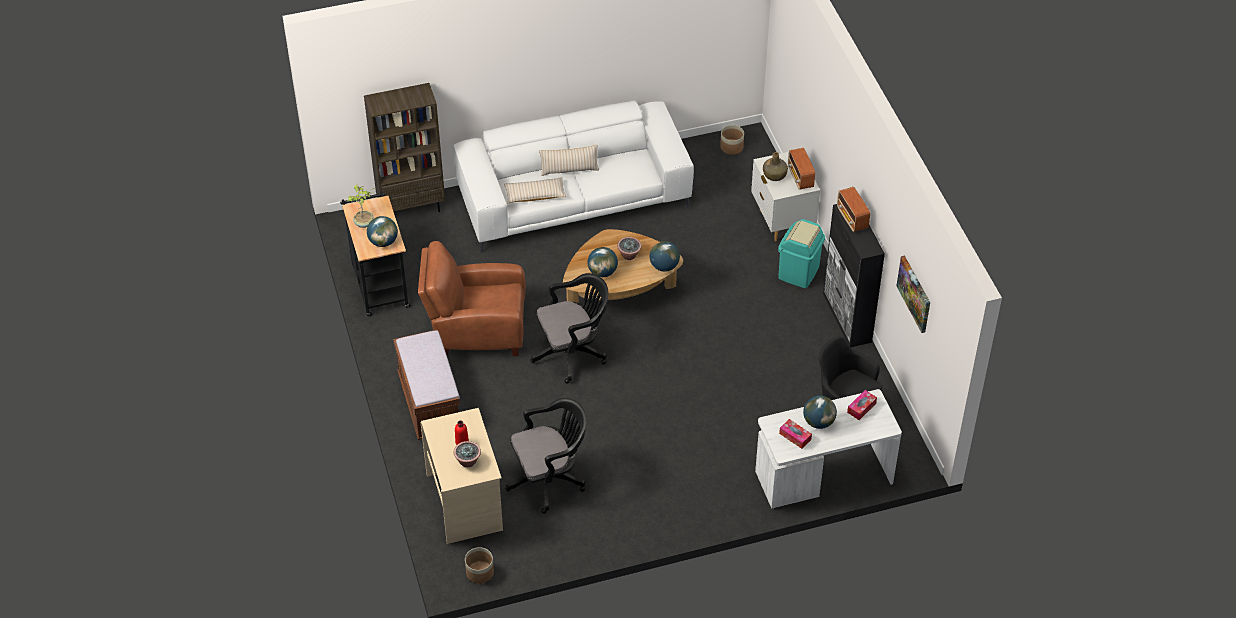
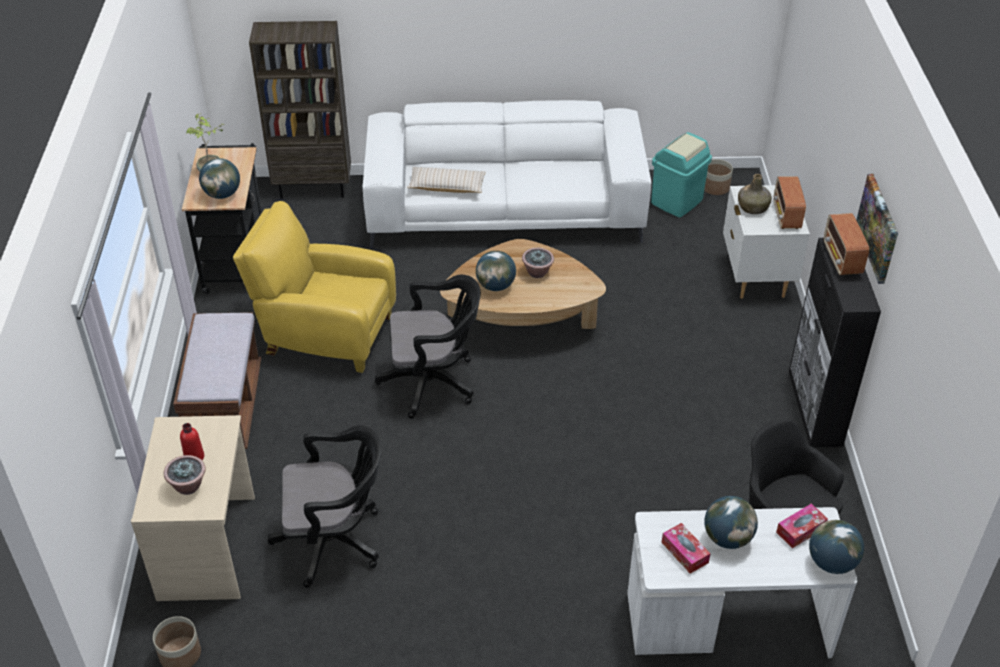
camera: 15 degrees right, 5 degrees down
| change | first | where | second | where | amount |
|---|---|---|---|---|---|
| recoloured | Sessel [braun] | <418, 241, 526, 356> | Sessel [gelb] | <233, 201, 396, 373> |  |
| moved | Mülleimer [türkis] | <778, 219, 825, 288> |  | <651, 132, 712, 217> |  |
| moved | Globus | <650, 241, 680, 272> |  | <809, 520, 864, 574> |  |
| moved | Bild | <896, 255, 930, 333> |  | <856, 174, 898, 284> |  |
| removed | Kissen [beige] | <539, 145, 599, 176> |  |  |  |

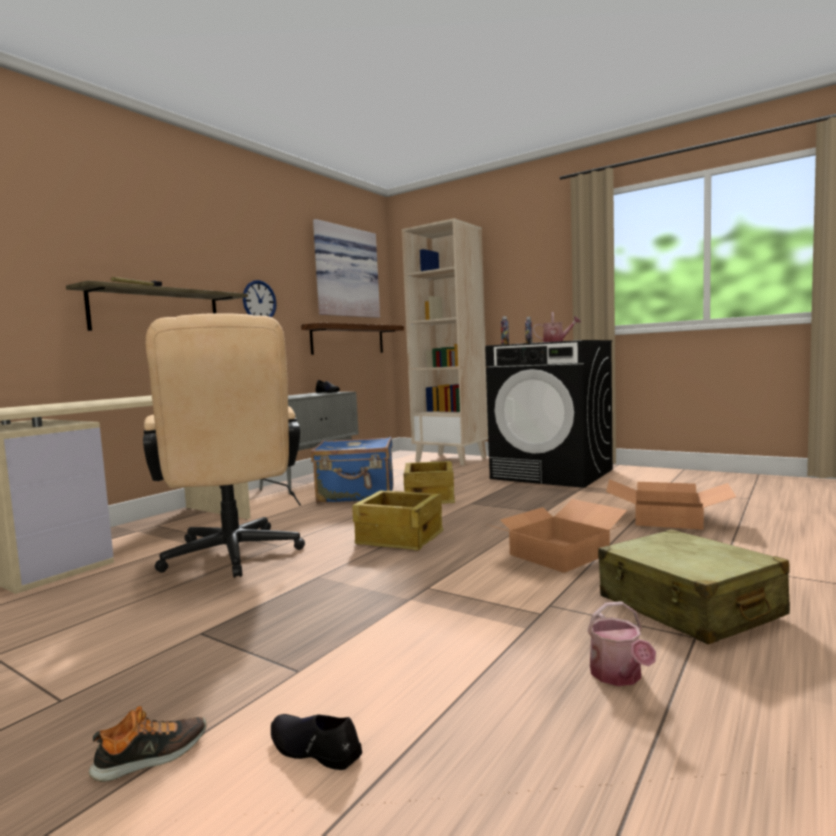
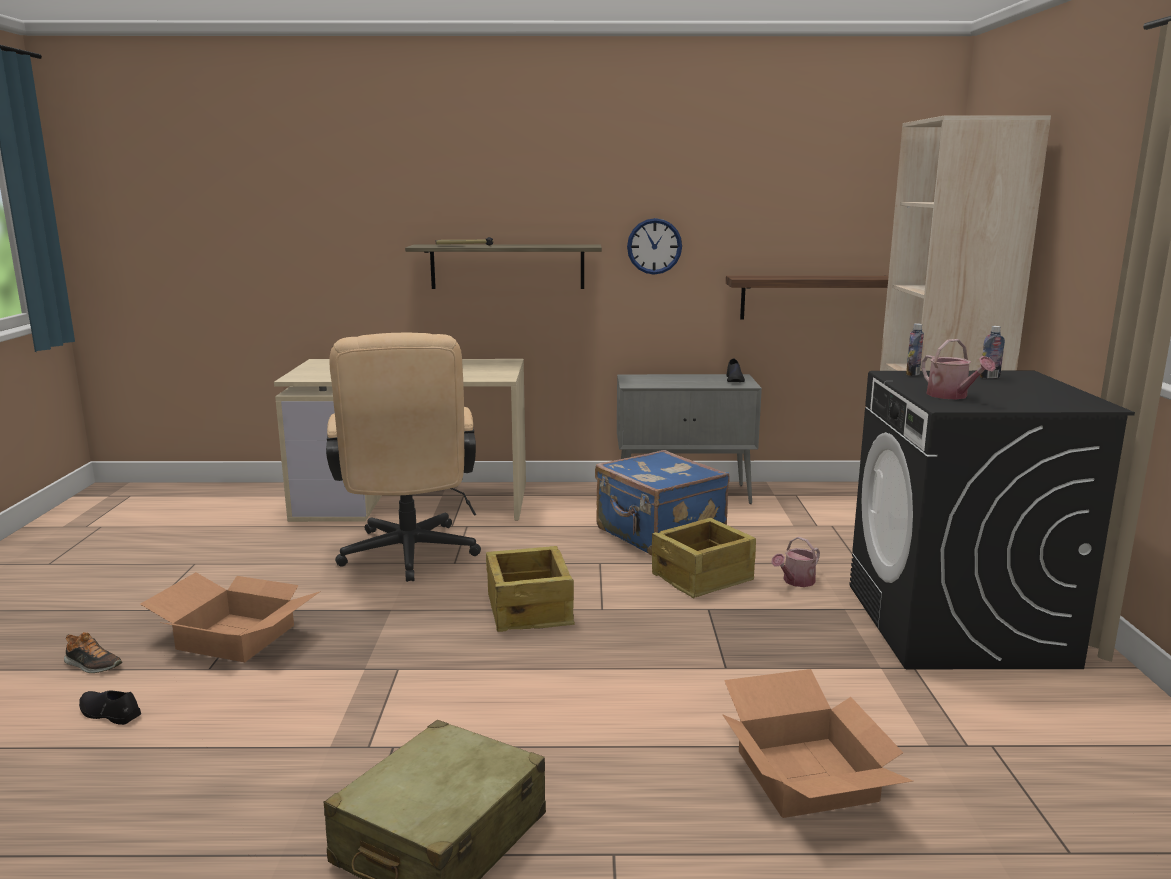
camera: 55 degrees right, 10 degrees up
| change | first | where | second | where | amount |
|---|---|---|---|---|---|
| turned | Schuh [schwarz] | <271, 714, 362, 770> |  | <79, 690, 141, 725> | 60 degrees counterclockwise |
| moved | Karton | <489, 499, 628, 573> |  | <140, 572, 321, 662> |  |
| turned | Bürostuhl [beige] | <143, 313, 305, 578> |  | <326, 333, 481, 582> | 45 degrees counterclockwise |
| moved | Gießkanne | <587, 601, 656, 686> |  | <771, 537, 820, 587> |  |
| removed | Bild | <313, 219, 380, 318> |  |  |  |

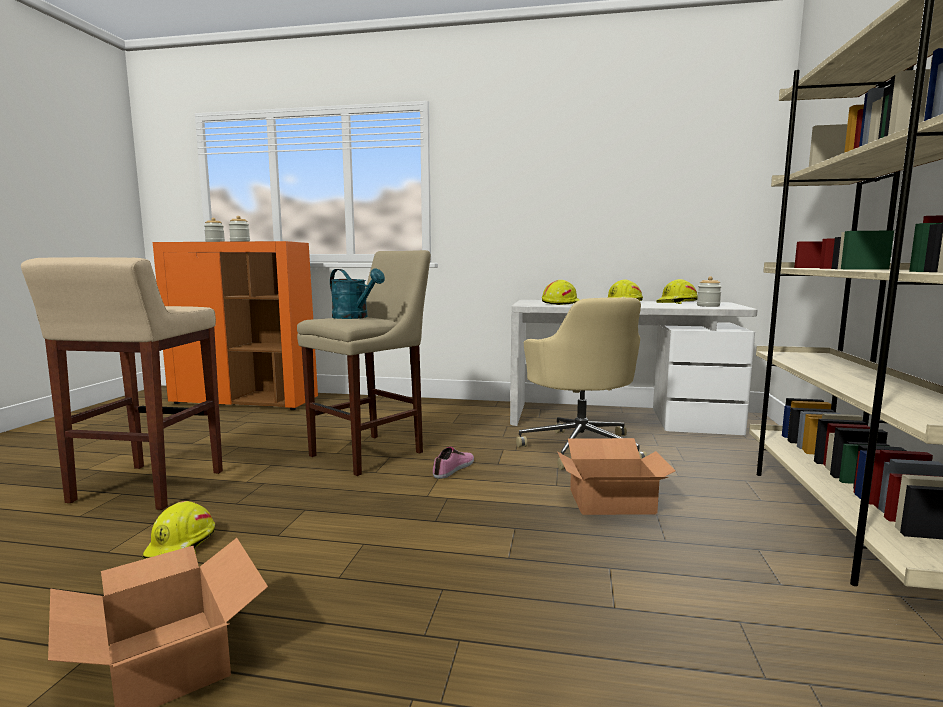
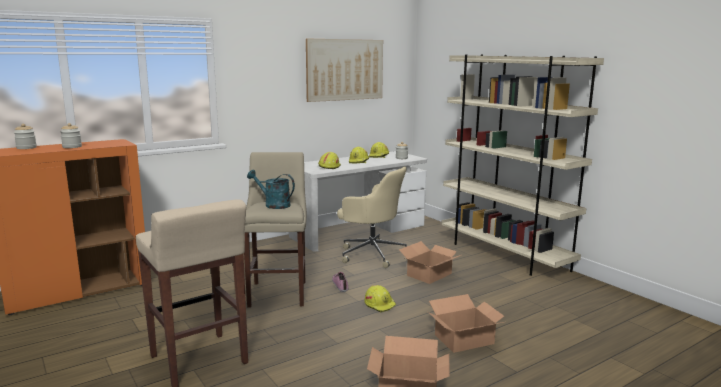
camera: 45 degrees left, 5 degrees up
| change | first | where | second | where | amount |
|---|---|---|---|---|---|
| turned | Gießkanne [türkis] | <330, 268, 385, 319> |  | <247, 170, 295, 209> | 150 degrees counterclockwise |
| added |  |  | Bild | <306, 39, 383, 102> |  |
| moved | Schutzhelm [gelb] | <142, 501, 215, 559> |  | <364, 285, 396, 312> |  |
| added |  |  | Karton | <428, 294, 504, 353> |  |

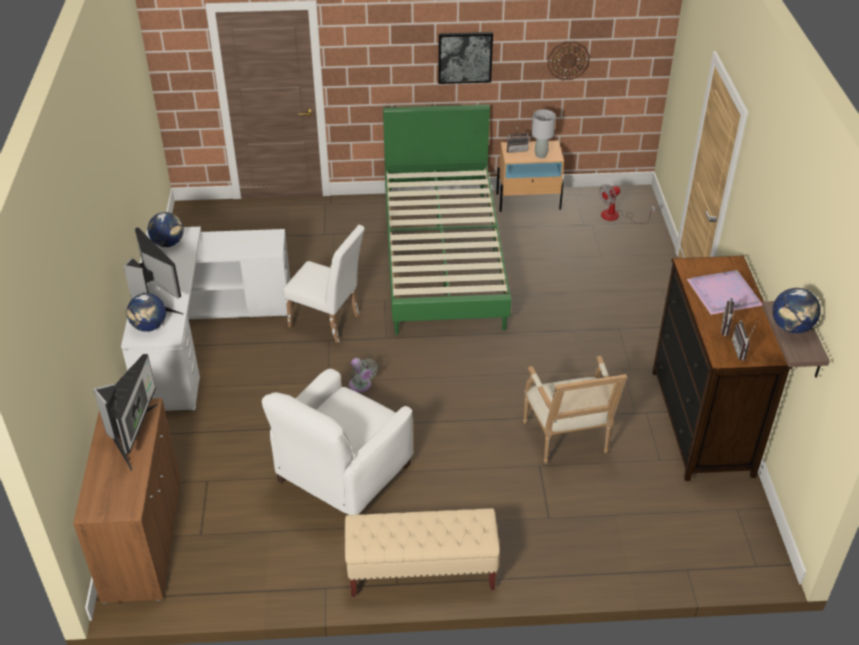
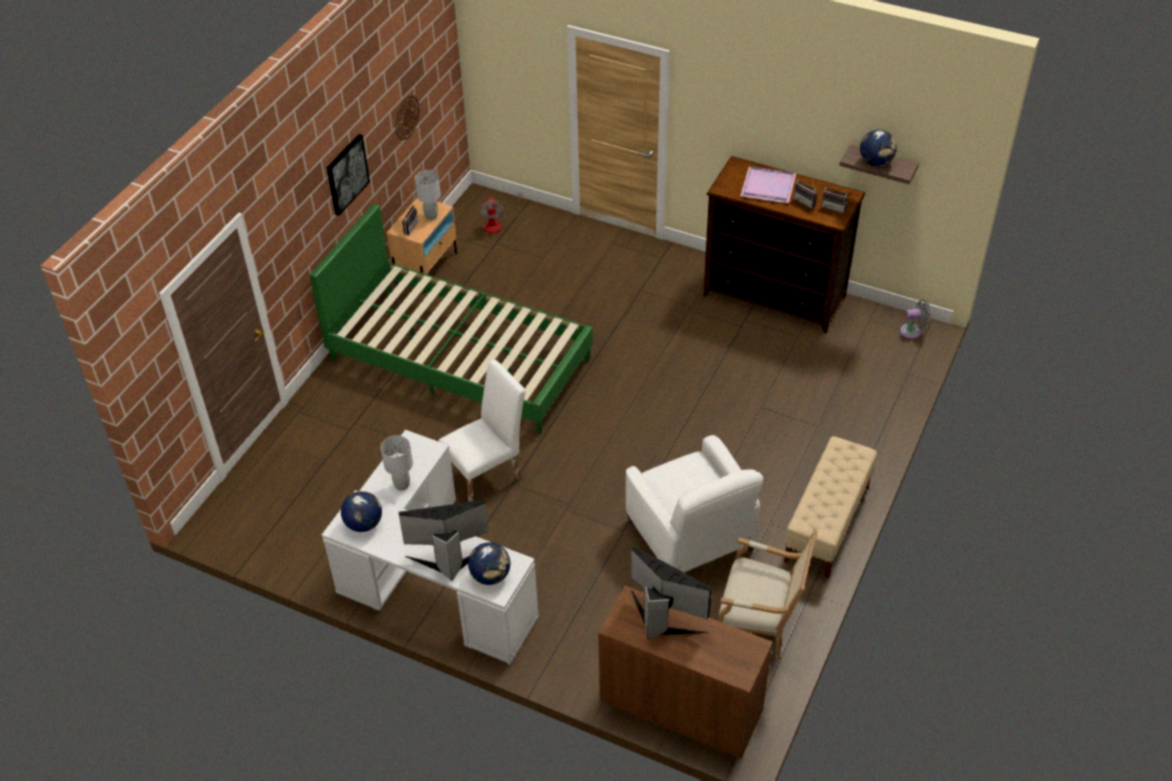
camera: 60 degrees left, 5 degrees up
| change | first | where | second | where | amount |
|---|---|---|---|---|---|
| added |  |  | Tischlampe [grau] | <381, 435, 413, 491> |  |
| moved | Sessel | <523, 356, 627, 464> |  | <718, 530, 818, 660> |  |
| moved | Ventilator [grau] | <349, 358, 378, 393> |  | <900, 299, 931, 339> |  |

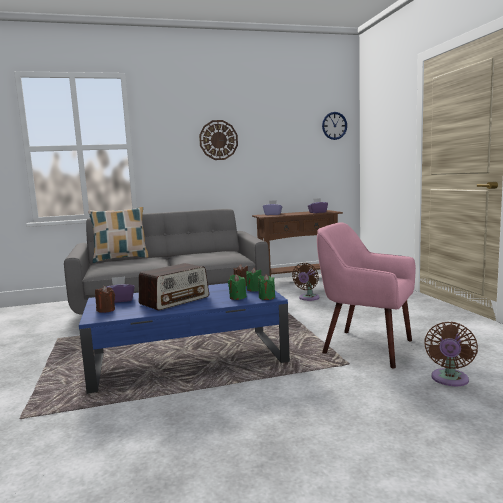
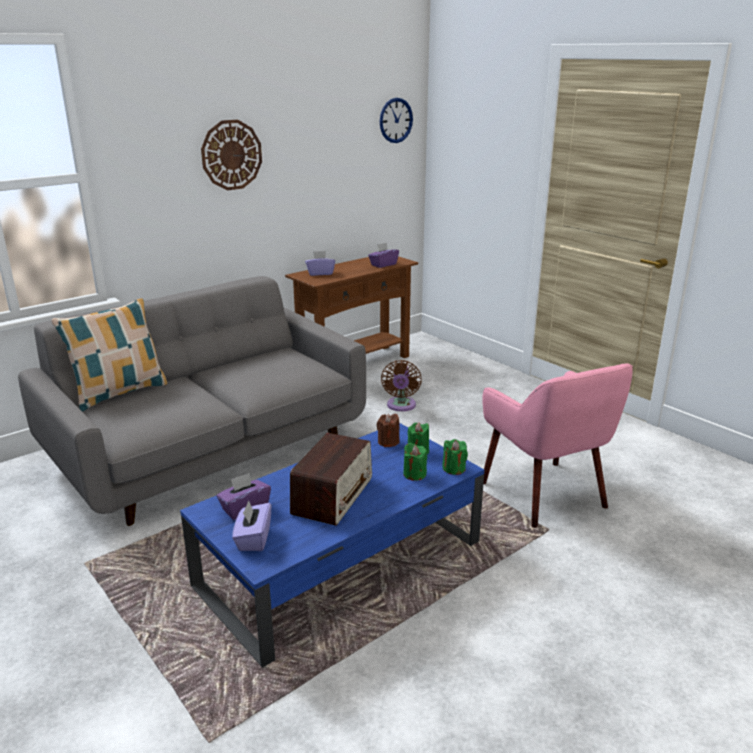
camera: 25 degrees left, 15 degrees up
| change | first | where | second | where | amount |
|---|---|---|---|---|---|
| replaced | Kerze [braun] | <95, 286, 115, 313> | Taschentuchbox [lila] | <232, 500, 271, 551> |  |
| turned | Sessel [rosa] | <317, 222, 416, 368> |  | <482, 363, 633, 528> | 120 degrees counterclockwise |
| removed | Ventilator [braun] | <424, 322, 478, 386> |  |  |  |

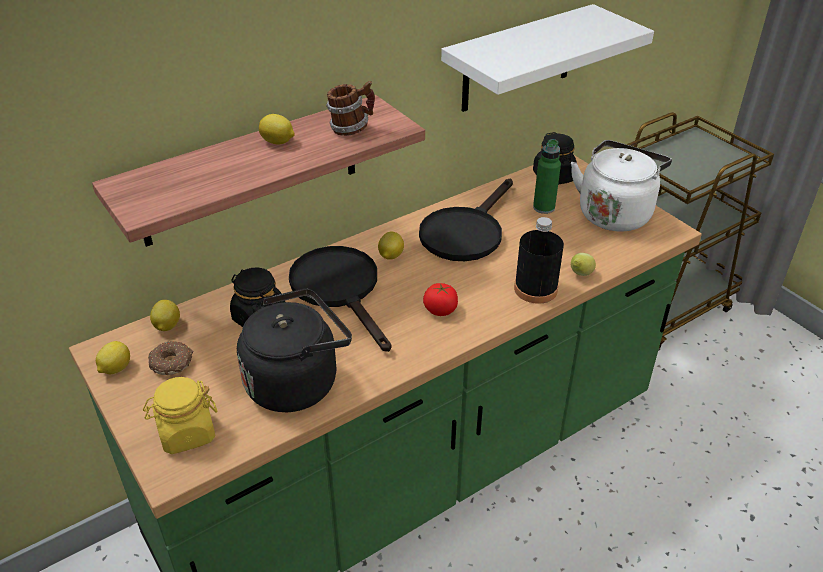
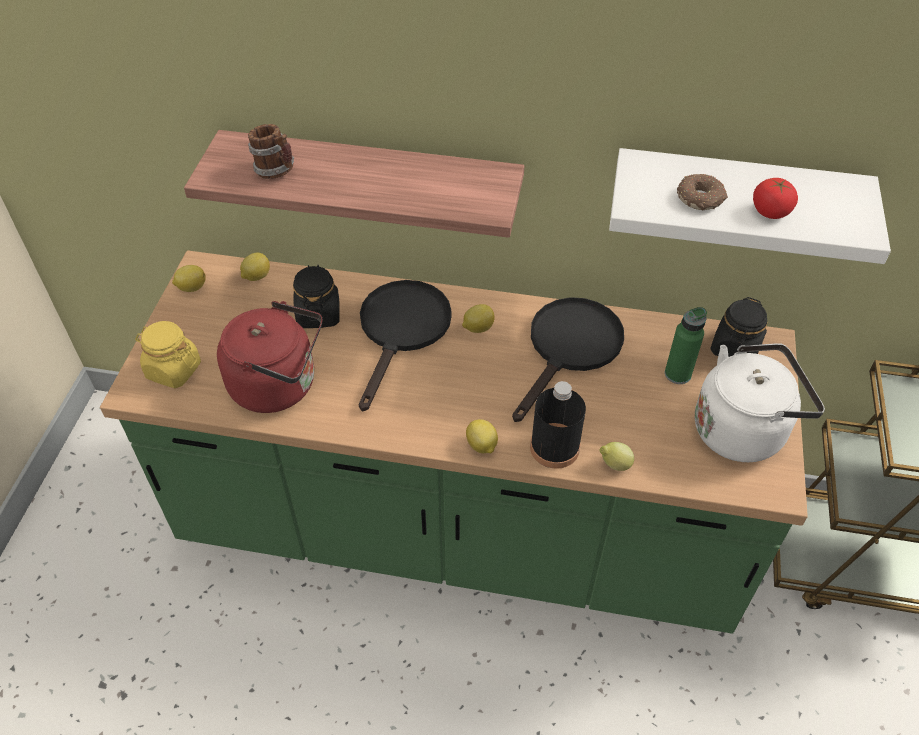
camera: 45 degrees right, 10 degrees up
| change | first | where | second | where | amount |
|---|---|---|---|---|---|
| recoloured | Wasserkessel [schwarz] | <237, 288, 352, 412> | Wasserkessel [rot] | <217, 301, 322, 413> |  |
| moved | Henkelbecher | <326, 81, 375, 136> |  | <248, 124, 294, 179> |  |
| moved | Zitrone | <259, 114, 295, 144> |  | <466, 419, 498, 453> |  |
| turned | Pfanne [schwarz] | <419, 178, 513, 261> |  | <512, 297, 624, 422> | 135 degrees clockwise |
| moved | Donut | <148, 341, 193, 375> |  | <677, 174, 728, 210> |  |
| moved | Tomate | <423, 283, 458, 316> |  | <753, 178, 798, 219> |  |

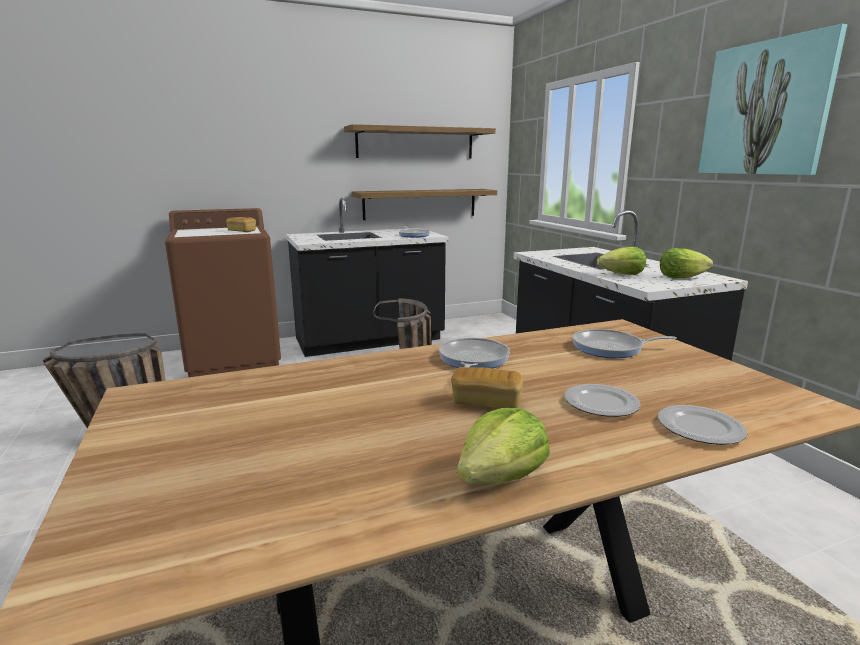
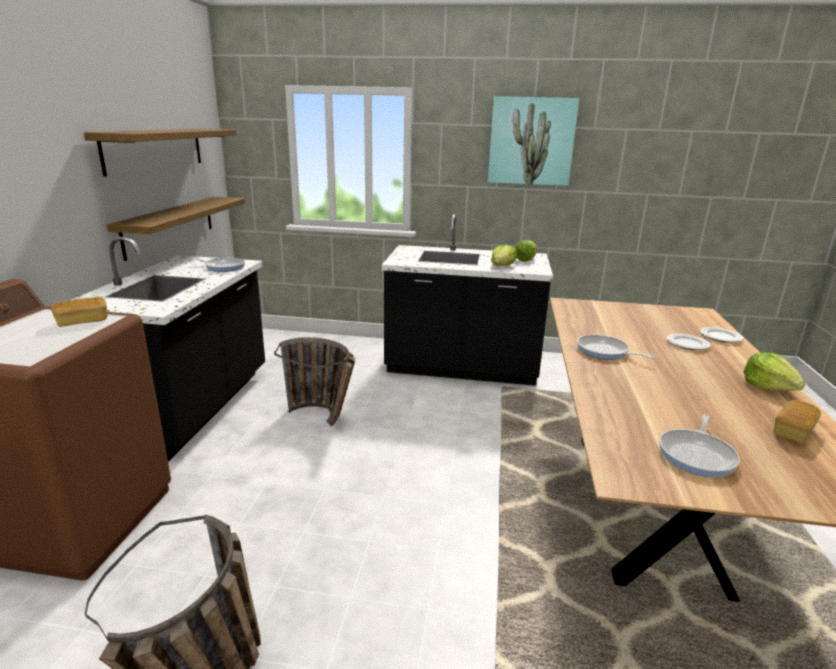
camera: 60 degrees left, 5 degrees up
| change | first | where | second | where | amount |
|---|---|---|---|---|---|
| moved | Pfanne | <572, 329, 677, 358> |  | <659, 414, 740, 477> |  |
| moved | Brot | <451, 367, 523, 409> |  | <774, 400, 821, 443> |  |

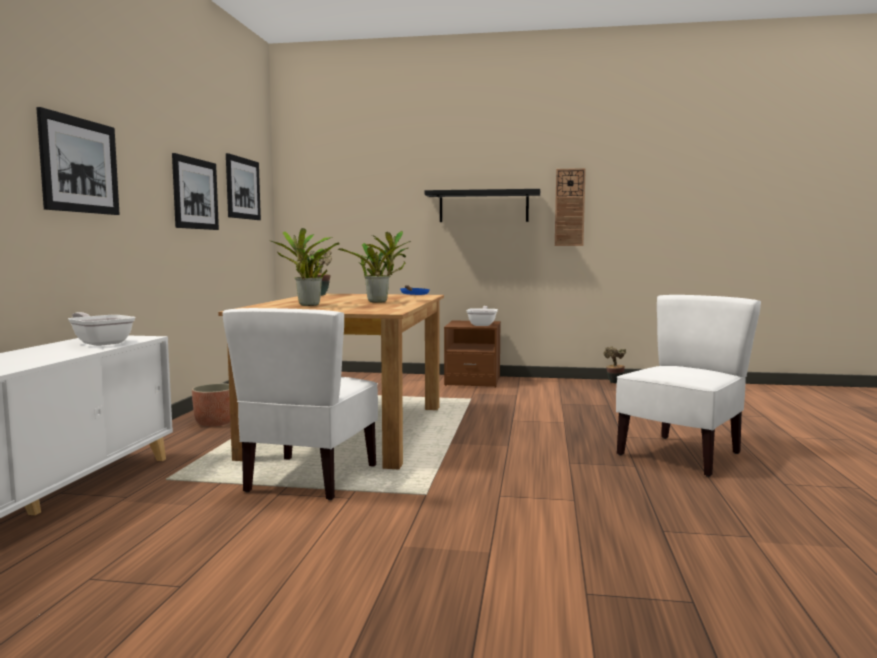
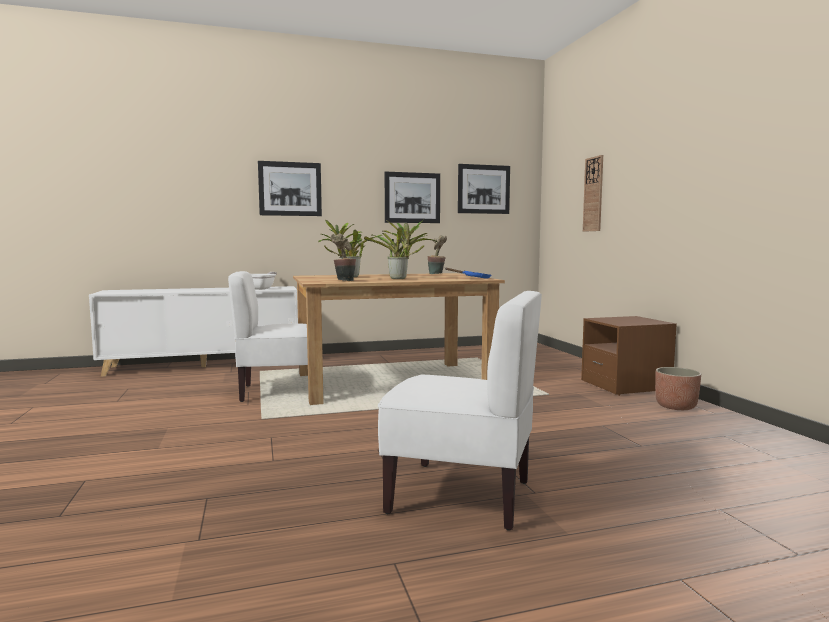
camera: 65 degrees right, 0 degrees up
| change | first | where | second | where | amount |
|---|---|---|---|---|---|
| moved | Topfpflanze | <604, 346, 626, 384> |  | <331, 233, 356, 281> |  |
| moved | Wanduhr | <555, 168, 586, 246> |  | <583, 155, 603, 232> |  |
| moved | Pflanzkübel | <192, 383, 230, 426> |  | <655, 367, 701, 410> |  |
| removed | Wandregal [schwarz] | <425, 189, 540, 222> |  |  |  |
| removed | Pfanne | <466, 306, 498, 326> |  |  |  |

